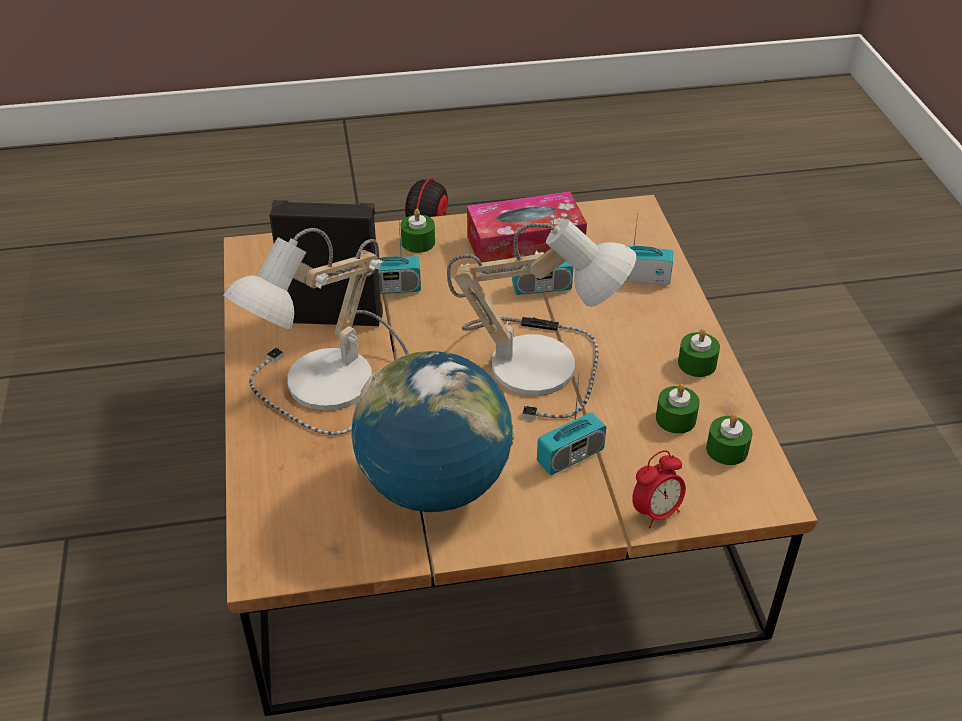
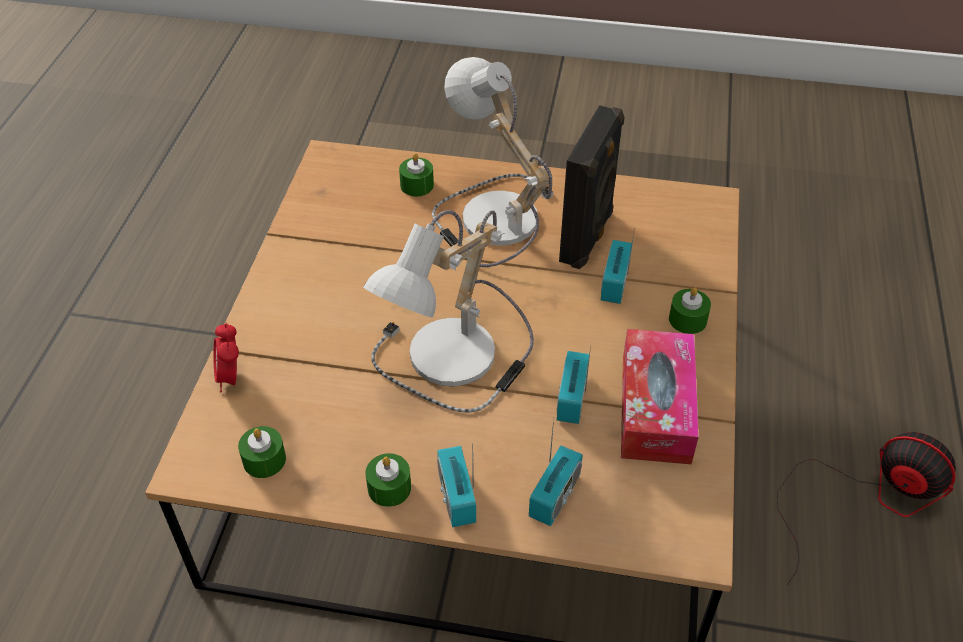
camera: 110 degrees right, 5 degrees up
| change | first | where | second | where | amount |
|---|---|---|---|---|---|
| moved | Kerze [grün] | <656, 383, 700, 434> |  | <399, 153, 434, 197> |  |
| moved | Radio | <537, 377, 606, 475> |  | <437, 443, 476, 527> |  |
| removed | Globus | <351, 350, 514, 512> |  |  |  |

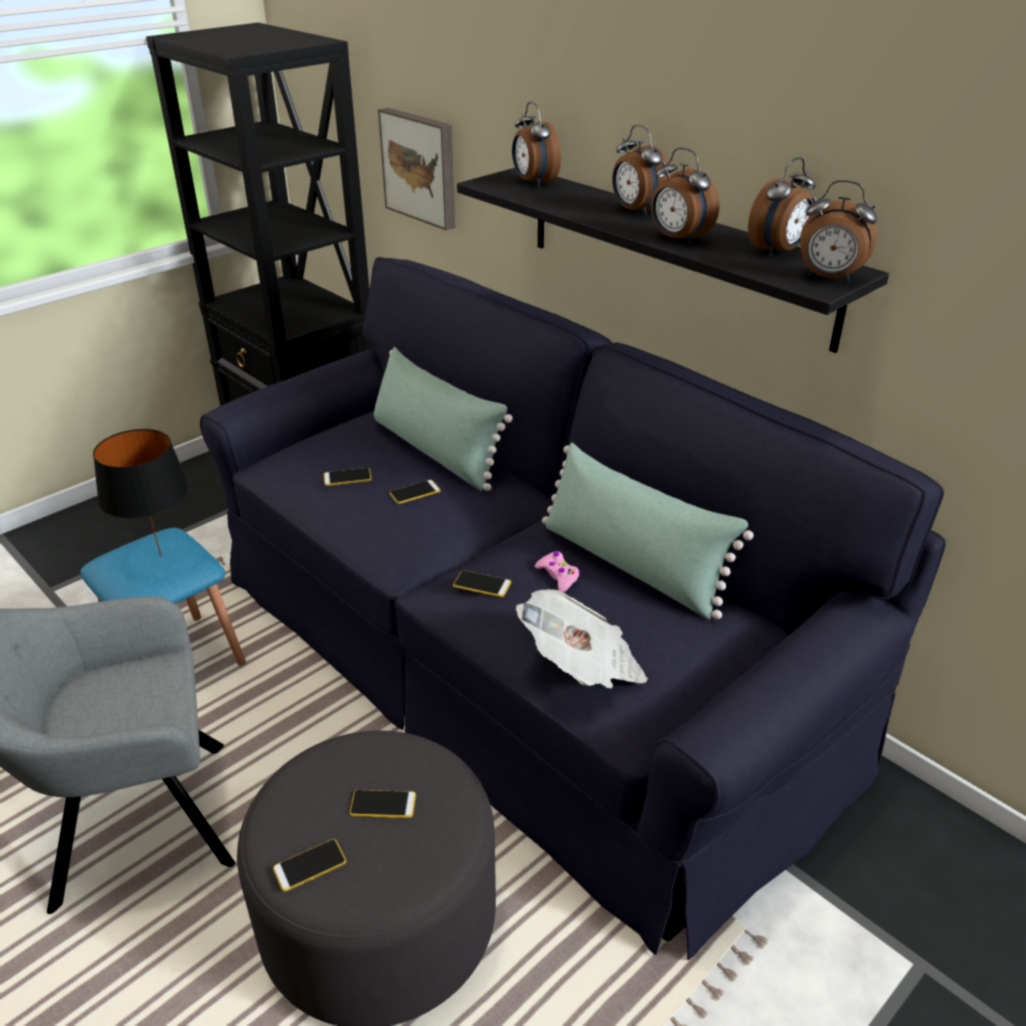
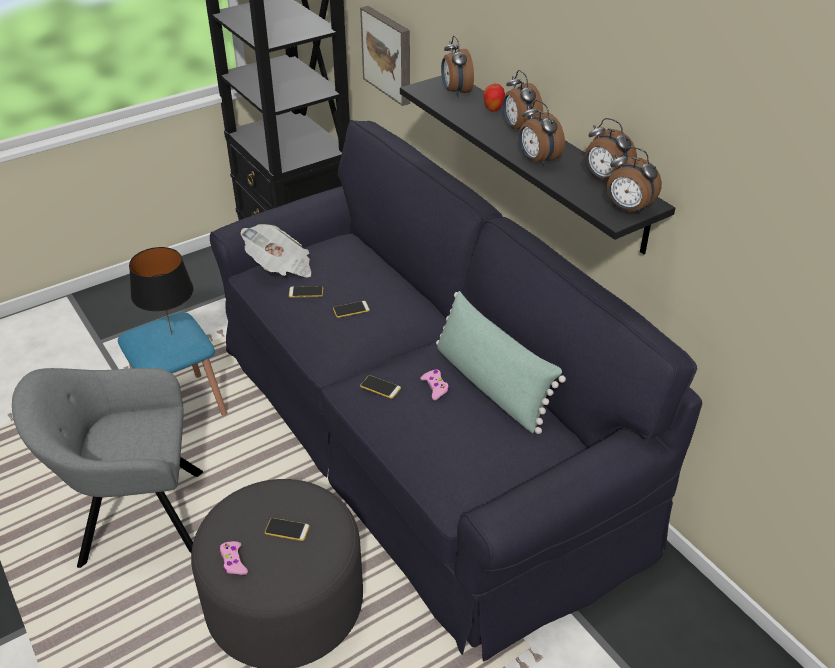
camera: 10 degrees right, 5 degrees up
| change | first | where | second | where | amount |
|---|---|---|---|---|---|
| replaced | Handy | <273, 839, 346, 892> | Gamepad [rosa] | <220, 541, 248, 575> |  |
| moved | Zeitung | <516, 589, 648, 689> |  | <240, 224, 311, 277> |  |
| added |  |  | Apfel | <483, 84, 505, 112> |  |
| turned | Wecker | <748, 157, 815, 257> |  | <585, 118, 637, 181> | 75 degrees clockwise |
| removed | Kissen [grün] | <374, 347, 513, 491> |  |  |  |

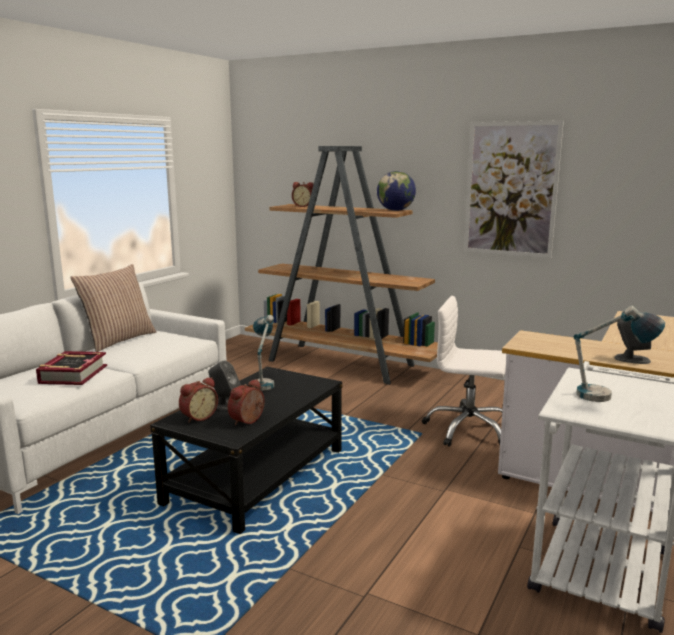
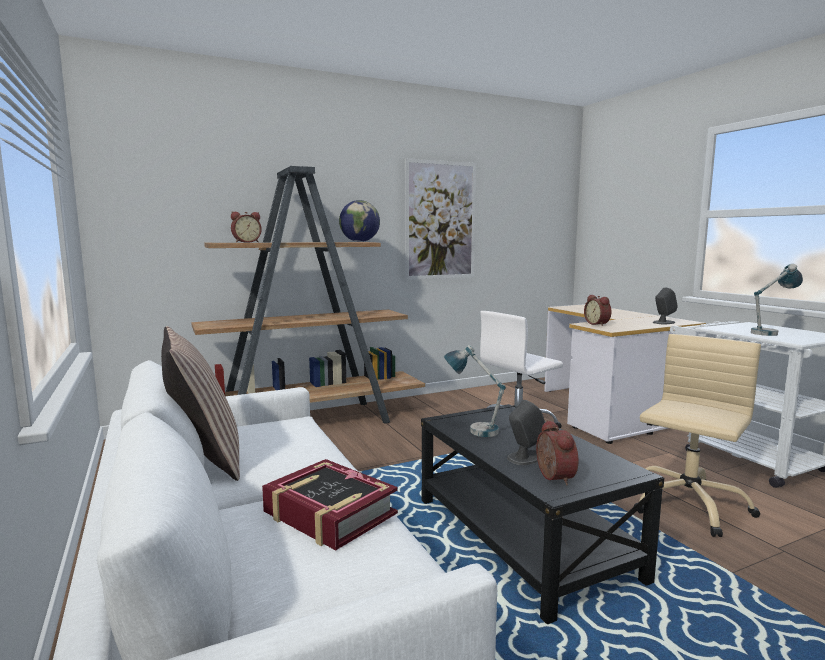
camera: 55 degrees left, 5 degrees down
| change | first | where | second | where | amount |
|---|---|---|---|---|---|
| moved | Wecker | <228, 379, 264, 426> |  | <584, 295, 612, 326> |  |
| added |  |  | Bürostuhl [beige] | <634, 334, 761, 537> |  |

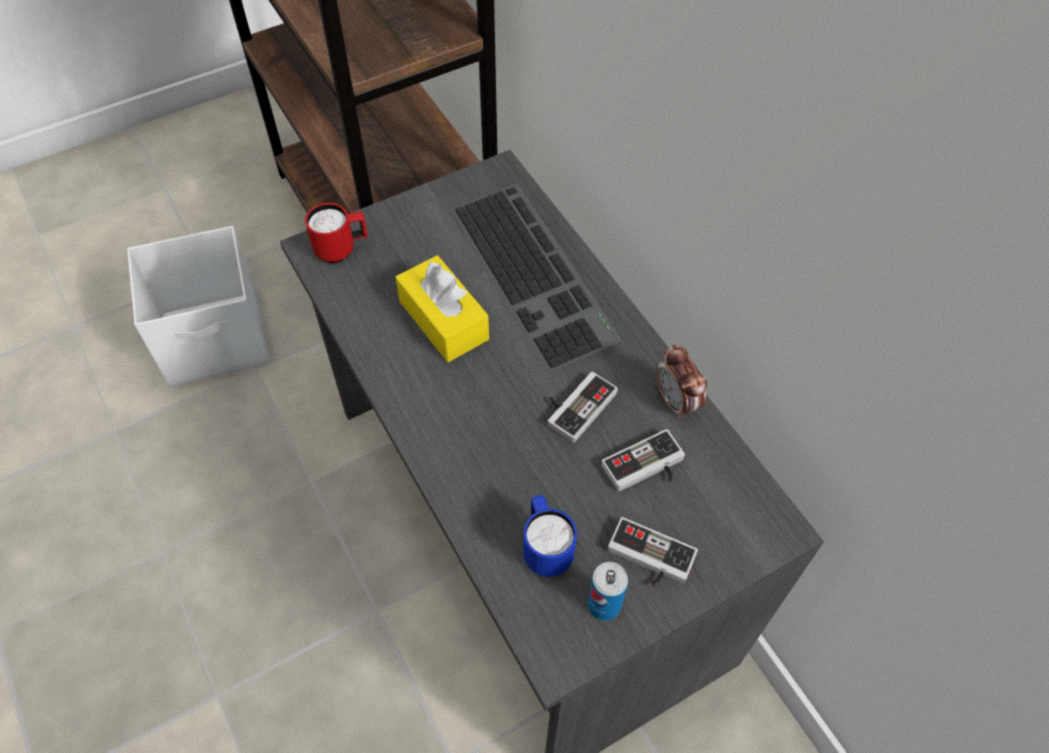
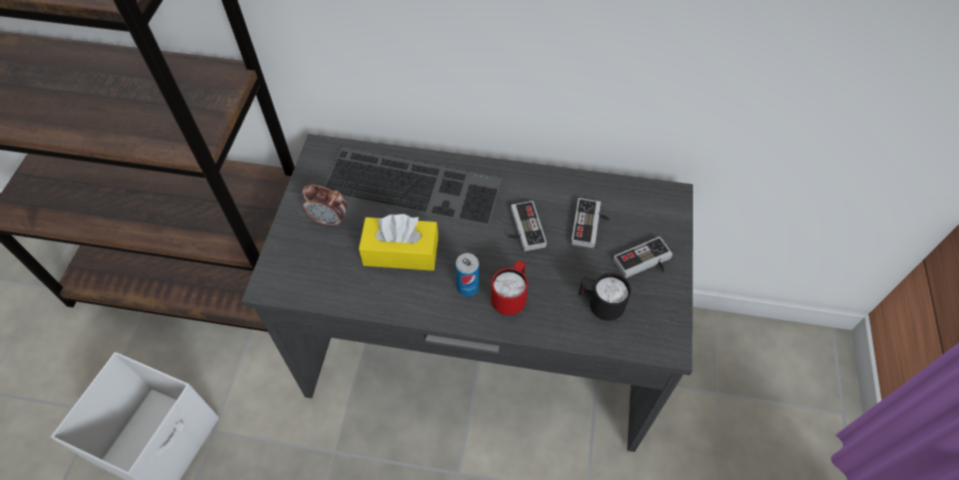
camera: 50 degrees left, 0 degrees up
| change | first | where | second | where | amount |
|---|---|---|---|---|---|
| moved | Wecker | <656, 344, 707, 418> |  | <302, 185, 347, 227> |  |
| moved | Dose | <588, 562, 628, 620> |  | <456, 253, 479, 297> |  |
| moved | Henkelbecher [rot] | <305, 203, 368, 263> |  | <491, 260, 528, 315> |  |
| recoloured | Henkelbecher [blau] | <523, 495, 577, 577> | Henkelbecher [schwarz] | <579, 273, 631, 321> |  |

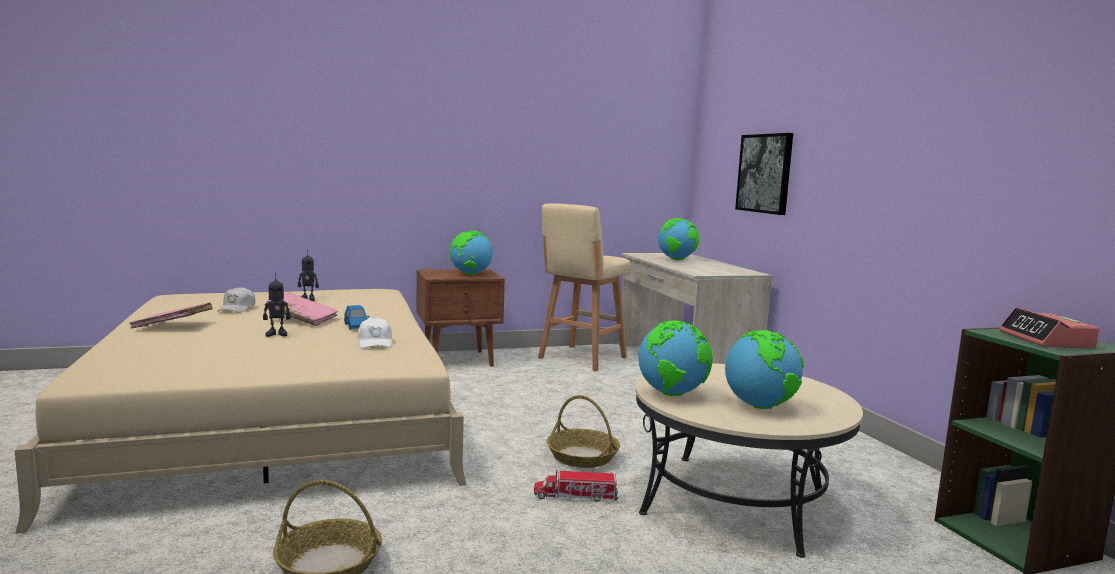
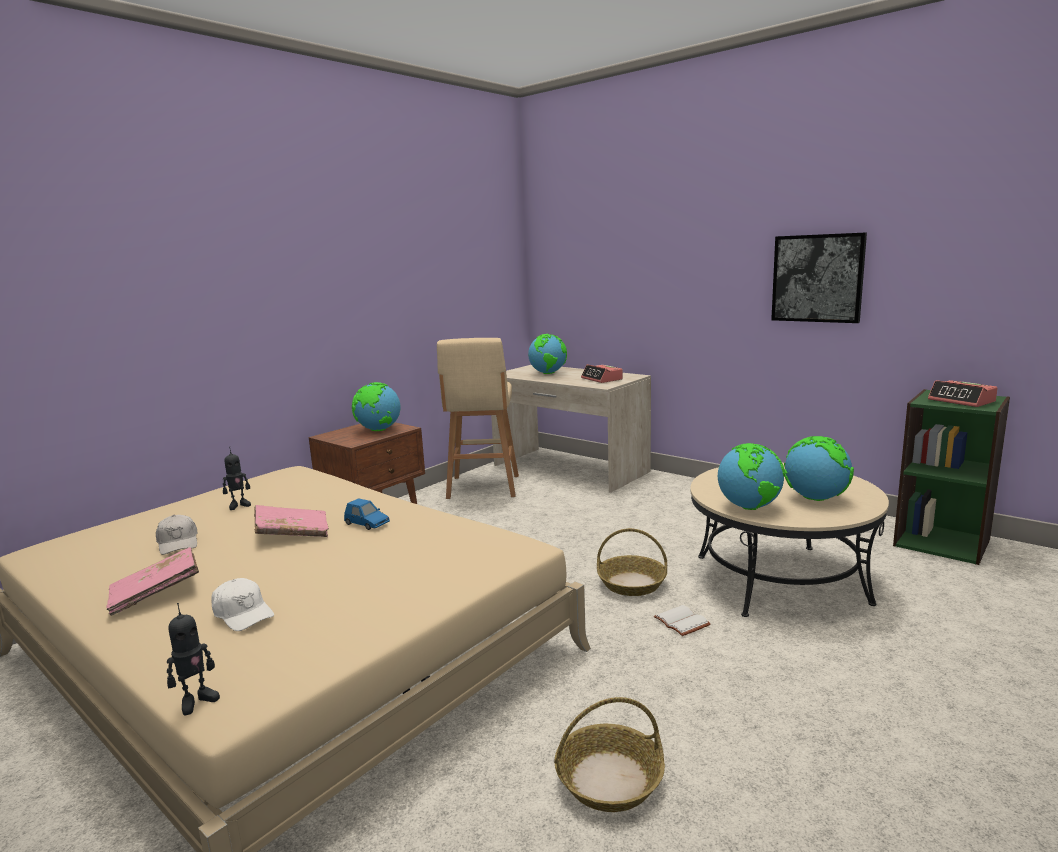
camera: 30 degrees left, 5 degrees up
| change | first | where | second | where | amount |
|---|---|---|---|---|---|
| moved | Spielzeugroboter | <263, 273, 291, 337> |  | <167, 603, 220, 715> |  |
| moved | Kappe [weiß] | <357, 317, 392, 348> |  | <211, 578, 274, 631> |  |
| added |  |  | Wecker | <581, 364, 623, 383> |  |
| replaced | Spielzeuglaster | <534, 470, 619, 502> | Buch [weiß] | <654, 605, 711, 636> |  |
| moved | Bild | <735, 133, 793, 215> |  | <771, 232, 867, 323> |  |

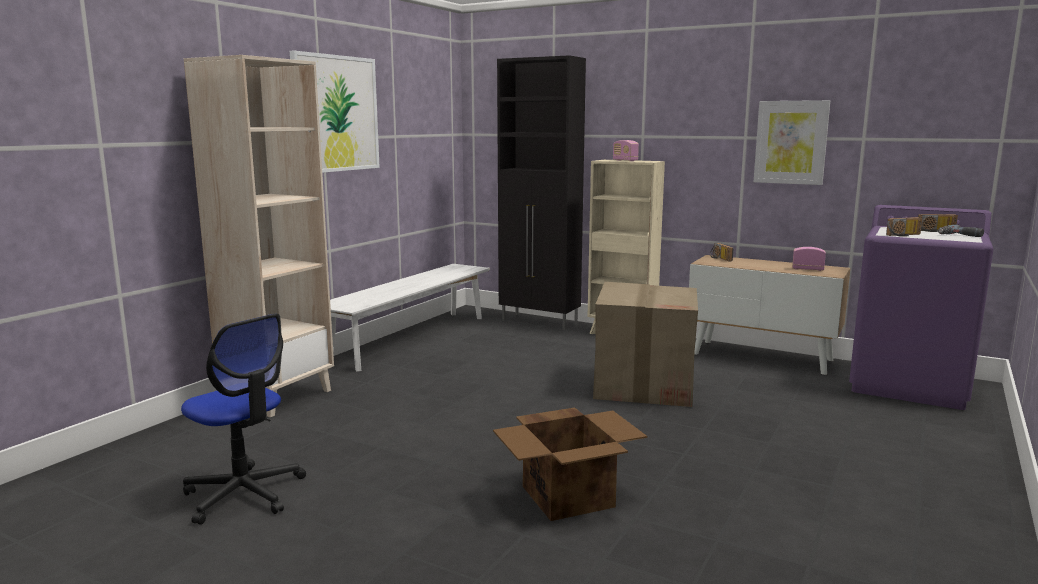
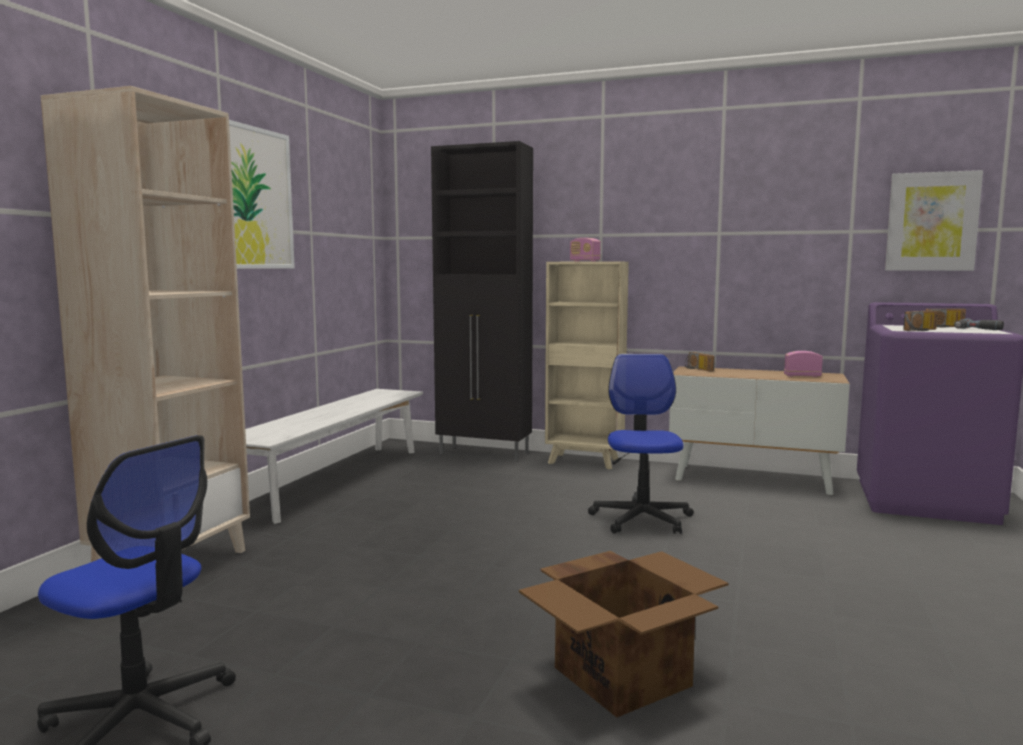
camera: 10 degrees left, 5 degrees down
| change | first | where | second | where | amount |
|---|---|---|---|---|---|
| replaced | Karton | <593, 282, 698, 407> | Bürostuhl | <588, 354, 694, 534> |  |
| moved | Bild | <754, 100, 830, 185> |  | <885, 170, 983, 271> |  |

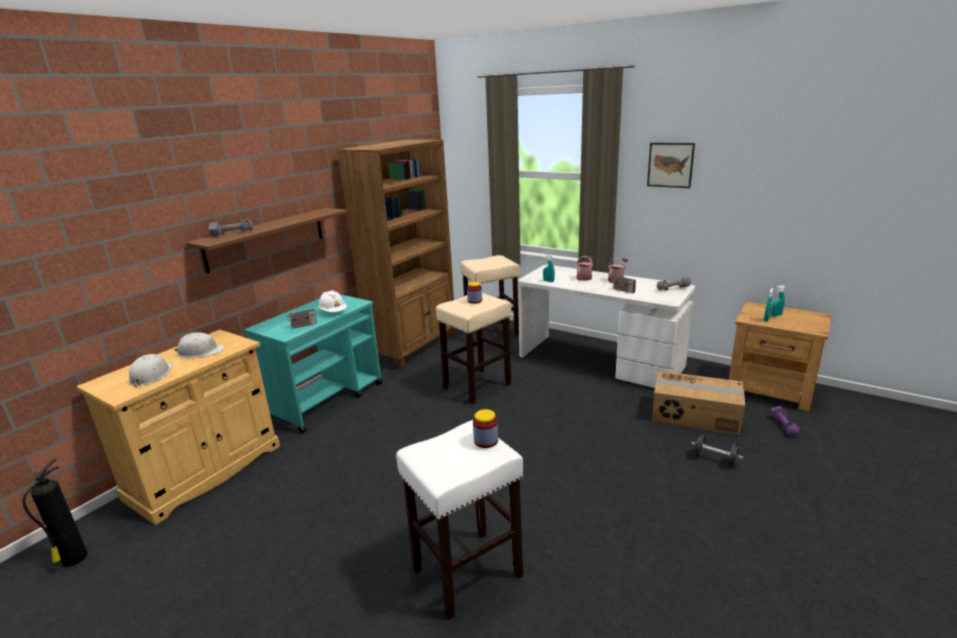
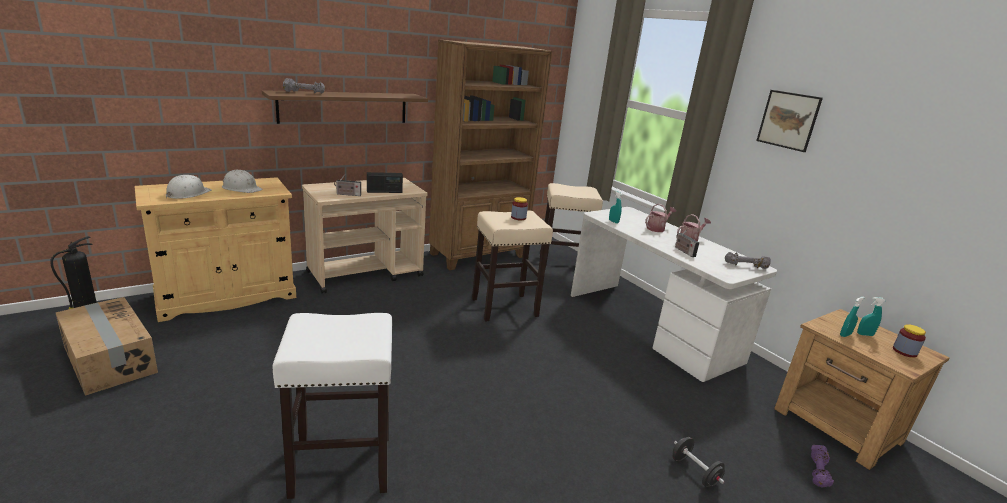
camera: 20 degrees right, 0 degrees up
| change | first | where | second | where | amount |
|---|---|---|---|---|---|
| moved | Karton | <652, 371, 745, 435> |  | <56, 297, 158, 396> |  |
| recoloured | Rollwagen [türkis] | <244, 294, 383, 433> | Rollwagen [beige] | <302, 178, 428, 294> |  |
| replaced | Schutzhelm [weiß] | <318, 290, 347, 312> | Radio | <367, 172, 403, 193> |  |
| moved | Vorratsglas | <473, 409, 498, 448> |  | <893, 324, 926, 358> |  |

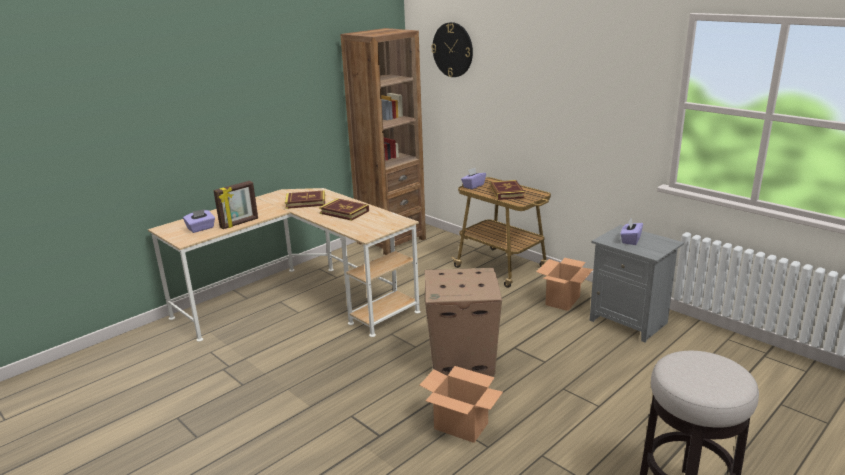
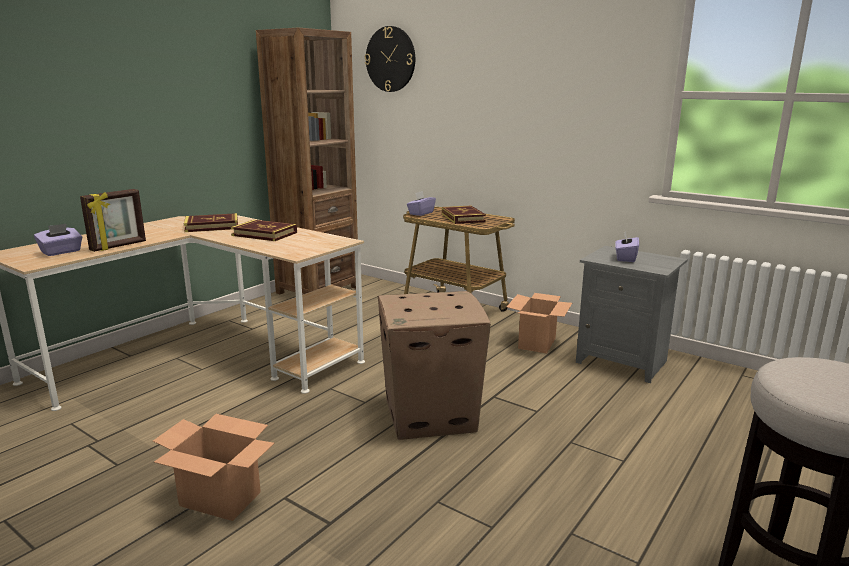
camera: 10 degrees left, 5 degrees down
| change | first | where | second | where | amount |
|---|---|---|---|---|---|
| moved | Karton | <419, 366, 503, 443> |  | <153, 414, 275, 521> |  |

